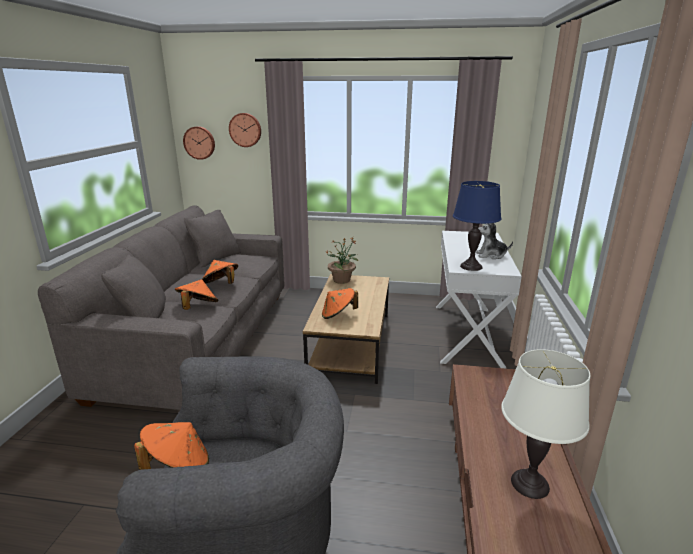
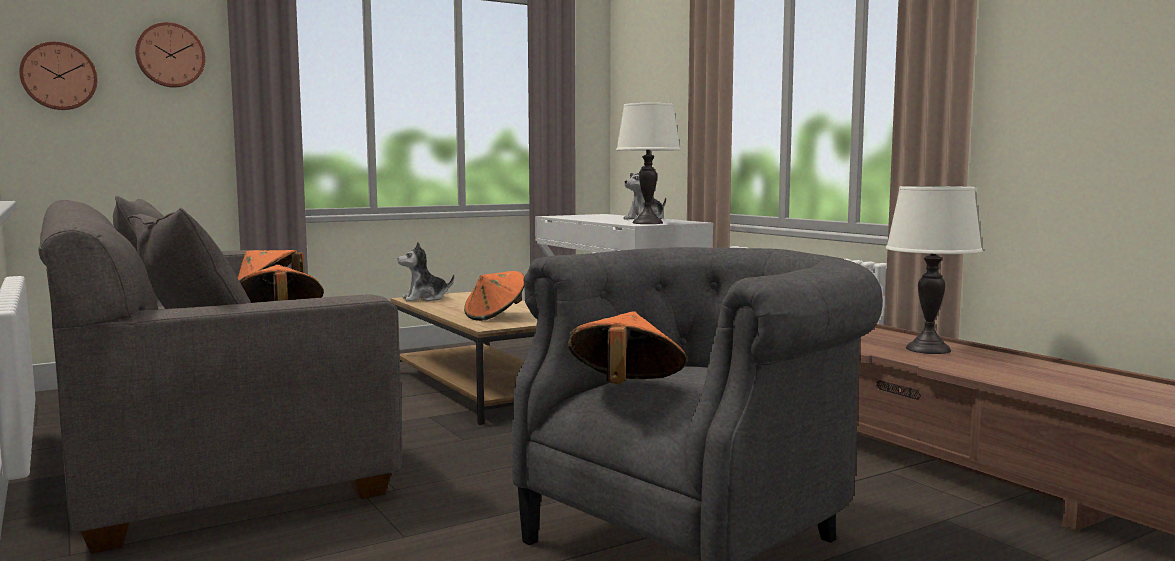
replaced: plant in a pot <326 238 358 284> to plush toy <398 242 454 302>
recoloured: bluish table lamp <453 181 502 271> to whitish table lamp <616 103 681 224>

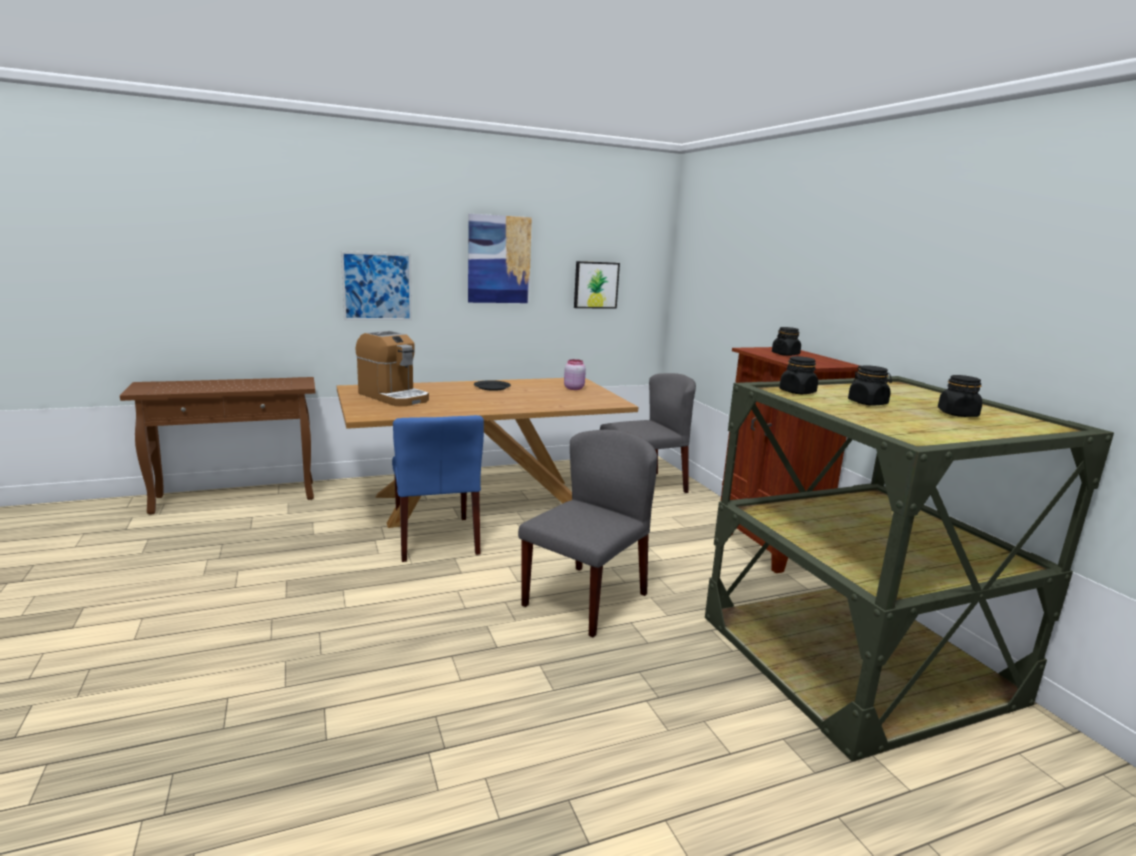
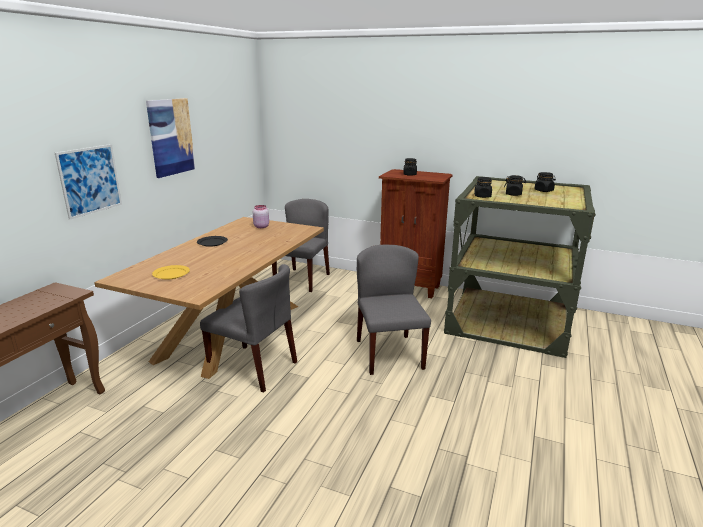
removed: picture <574 261 620 309>
replaced: coffee machine <356 331 429 406> to yellowish dinner plate <152 265 190 280>
recoloured: bluish plain chair <392 415 484 562> to grey plain chair <200 264 297 393>

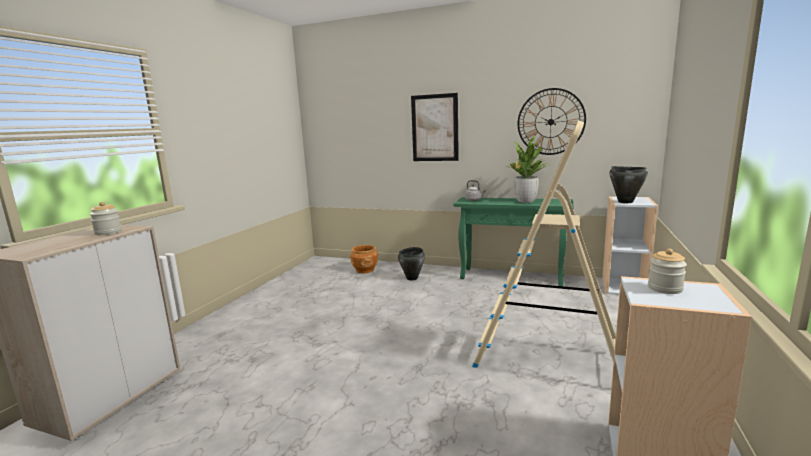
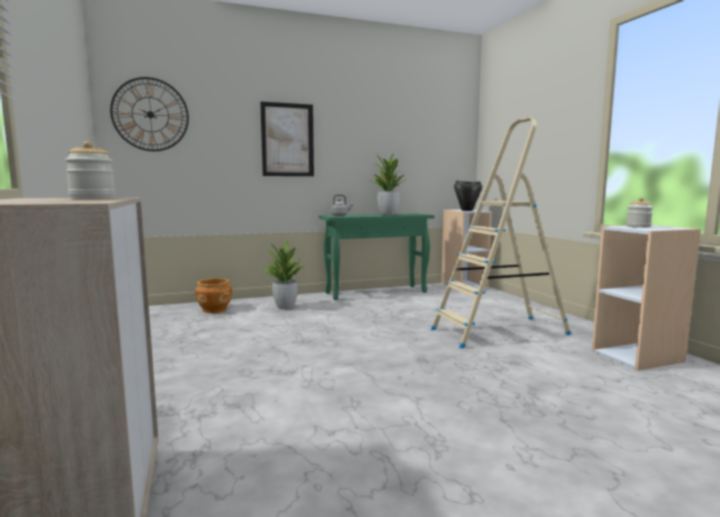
moved: clock on the wall <518 88 586 155> to <110 77 189 151>
replaced: black-coloured saucepot <398 247 425 280> to plant in a pot <261 240 305 309>

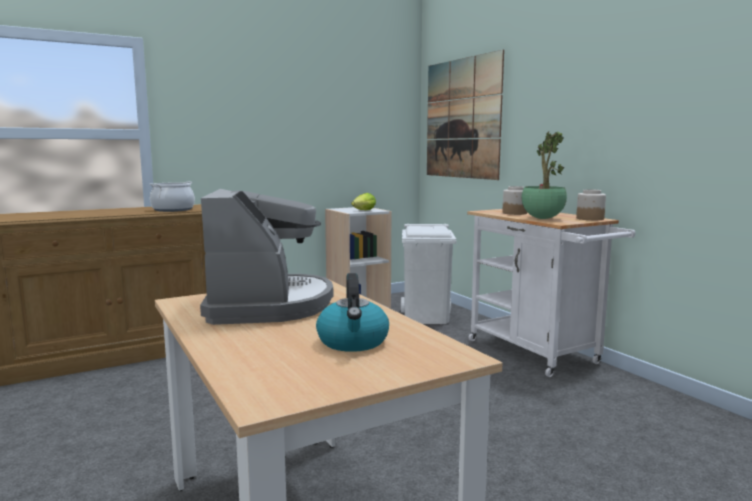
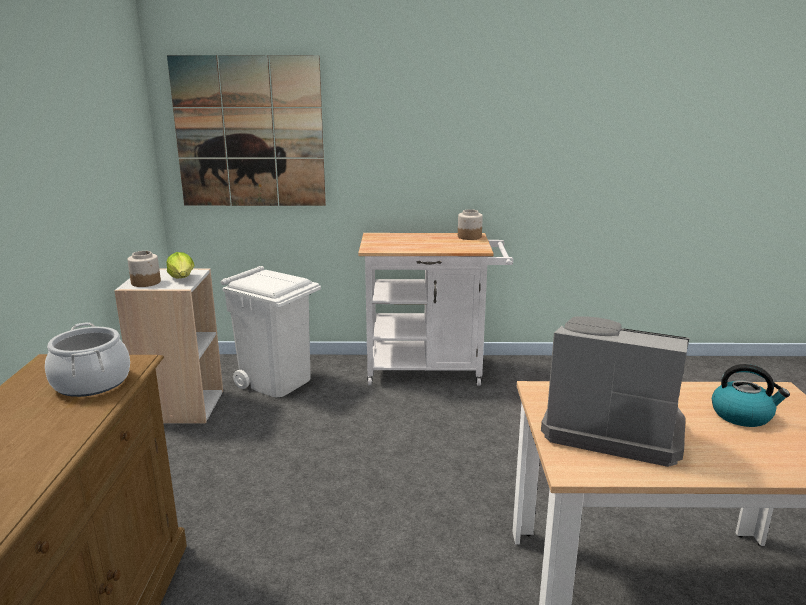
removed: plant in a pot <522 132 567 219>
moved: storage jar <502 186 527 215> to <128 251 161 287>

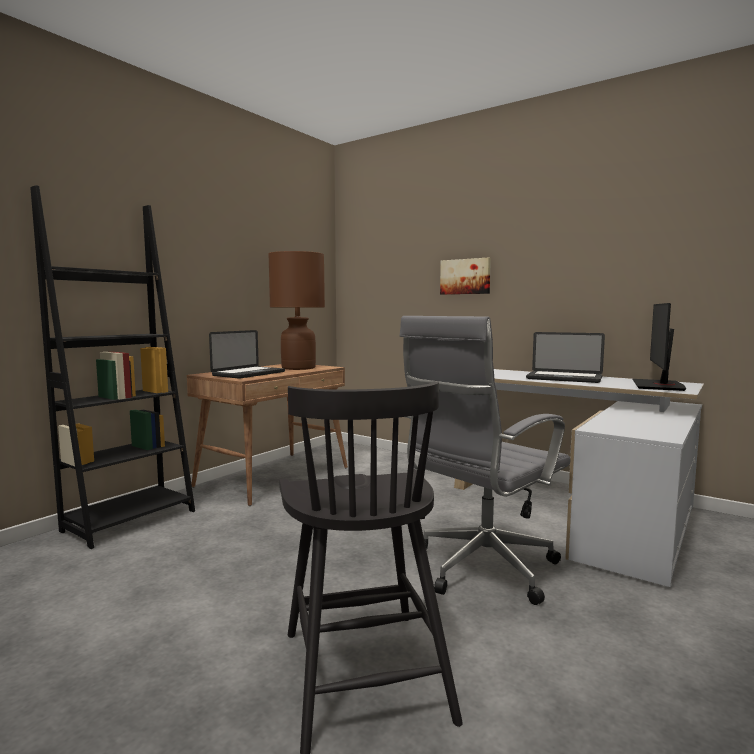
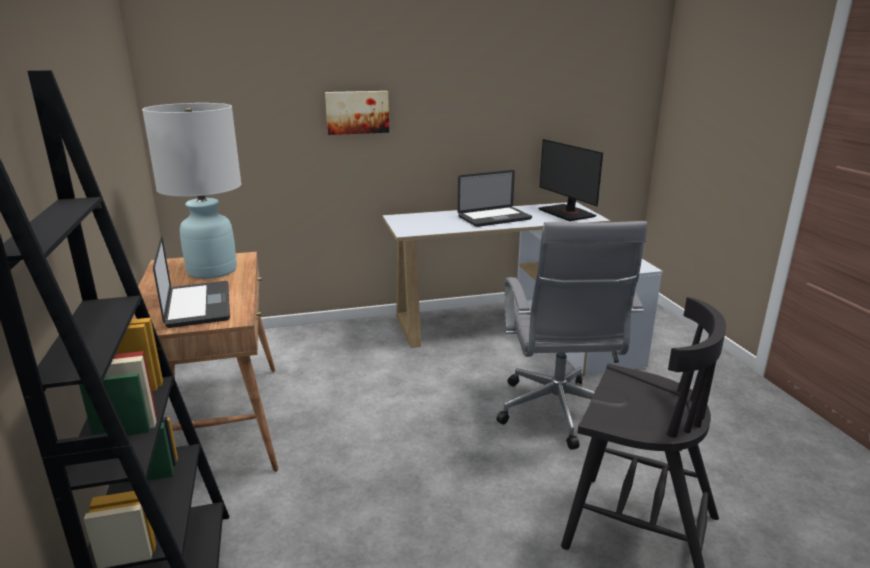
recoloured: brown table lamp <268 251 325 370> to whitish table lamp <142 103 241 279>

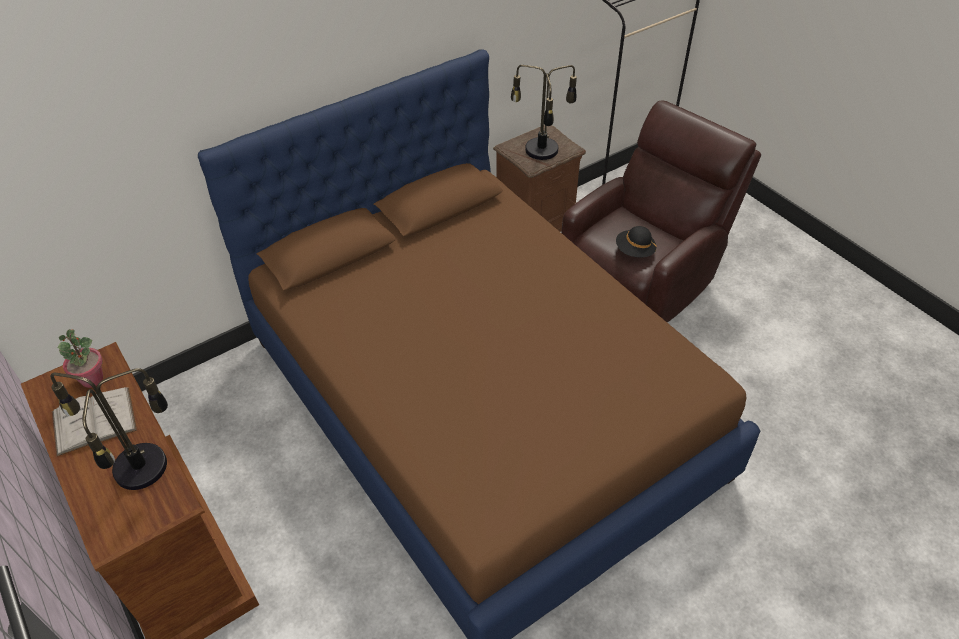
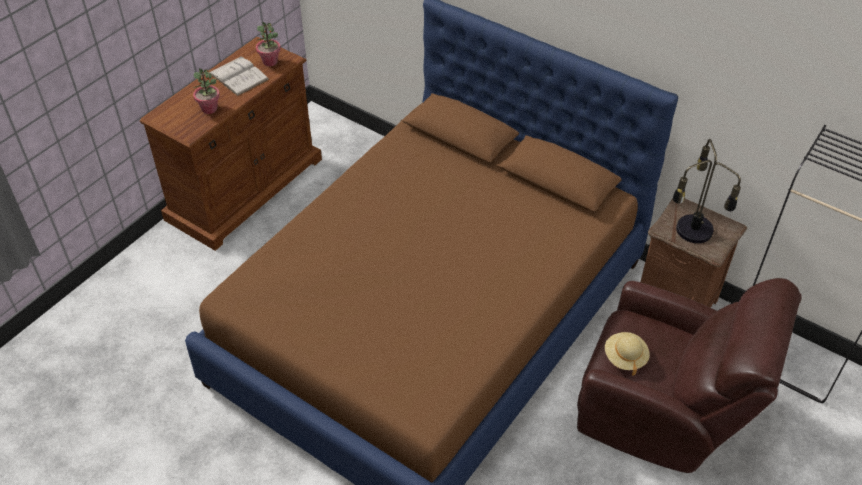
replaced: table lamp <50 368 168 490> to plant in a pot <193 68 220 114>
recoloured: black-coloured hat <616 226 657 257> to beige hat <605 332 650 375>

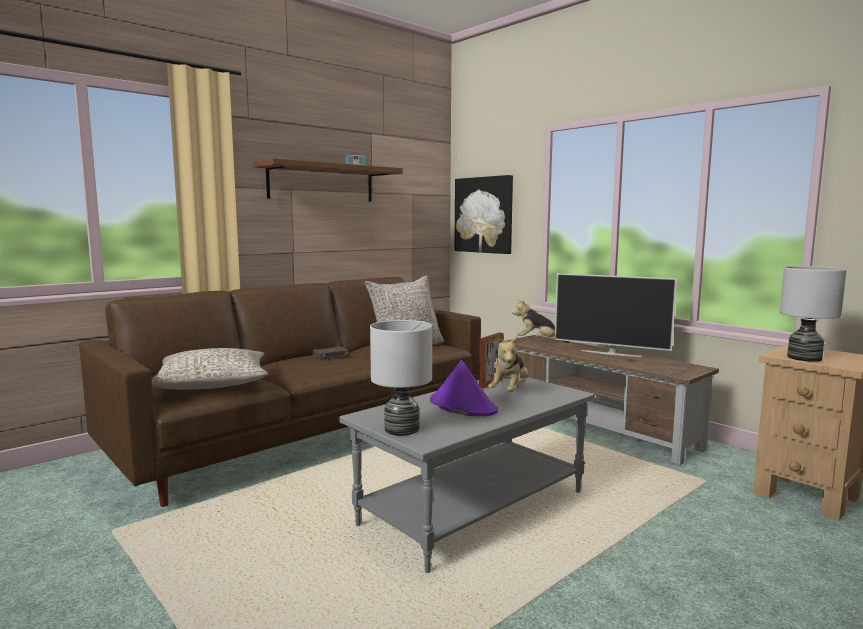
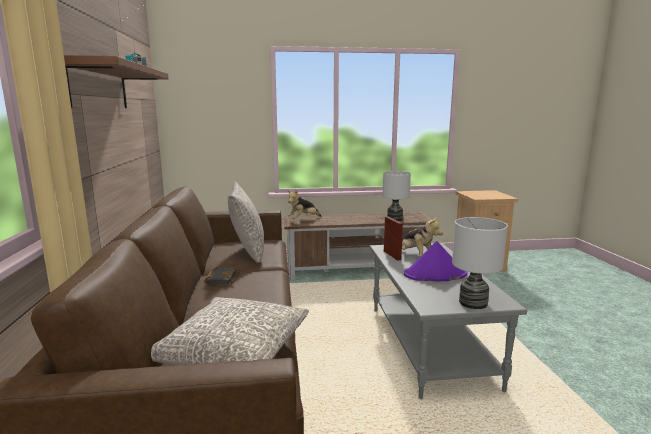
removed: picture <454 175 513 254>; TV <554 273 677 357>
moved: grey table lamp <779 266 847 362> to <383 171 411 221>

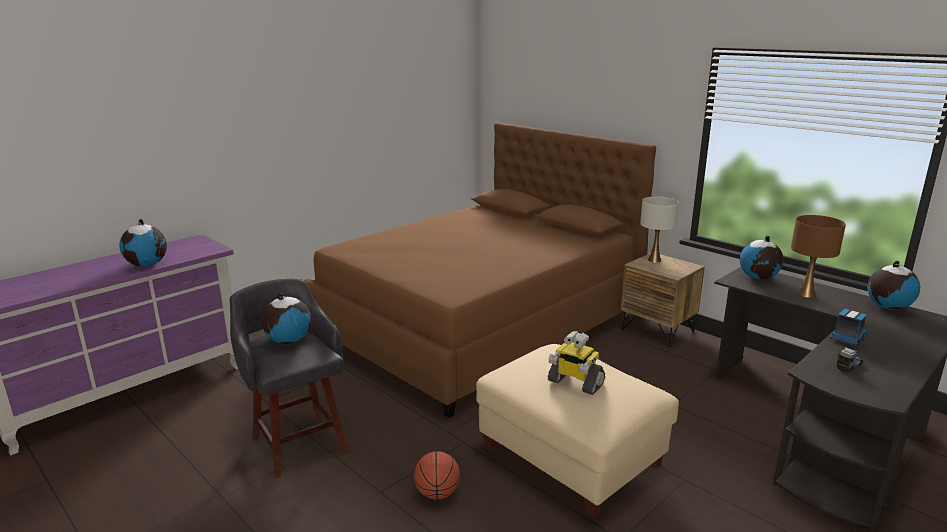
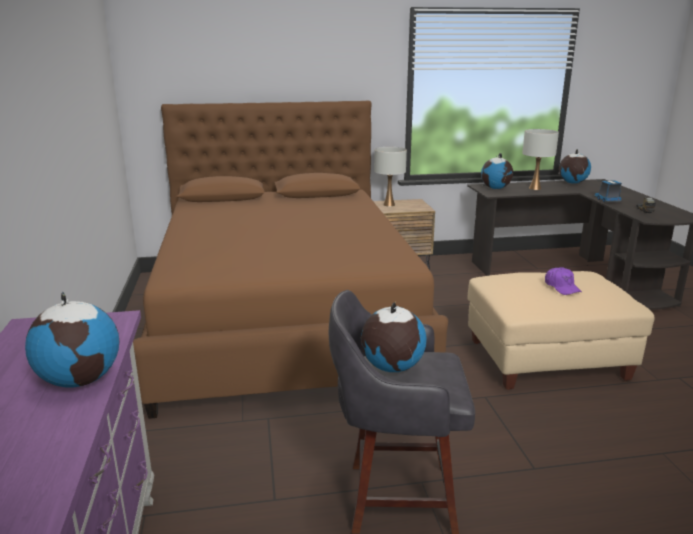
removed: ball for basketball <414 451 460 500>
replaced: model robot <548 331 605 395> to purple cap <545 267 582 295>
recoloured: brown table lamp <791 215 846 298> to whitish table lamp <522 129 559 190>

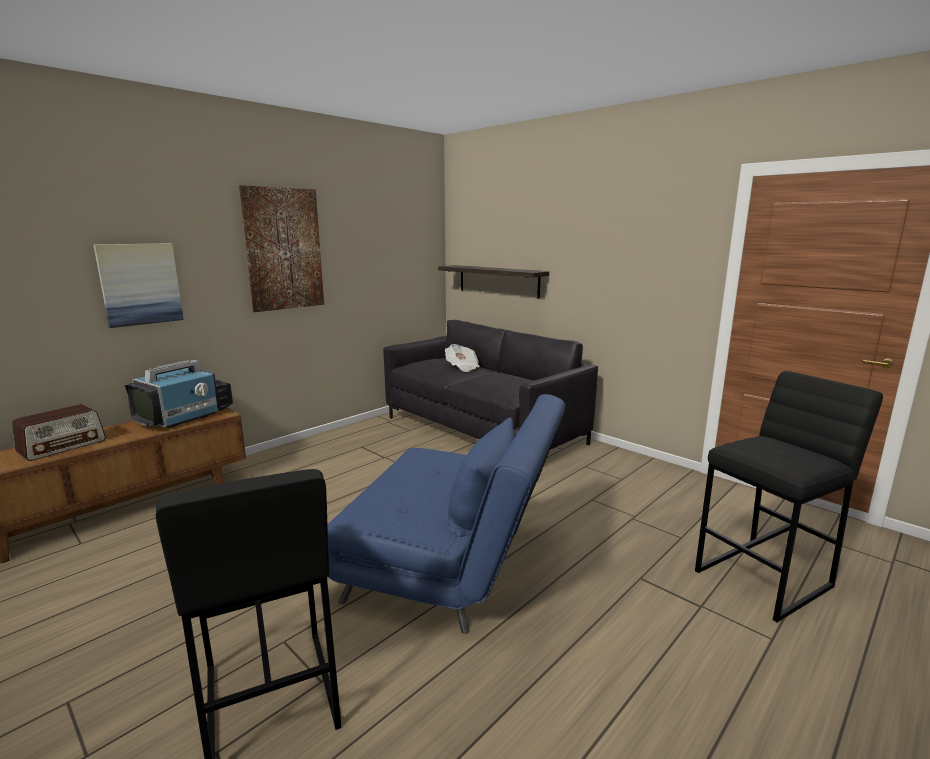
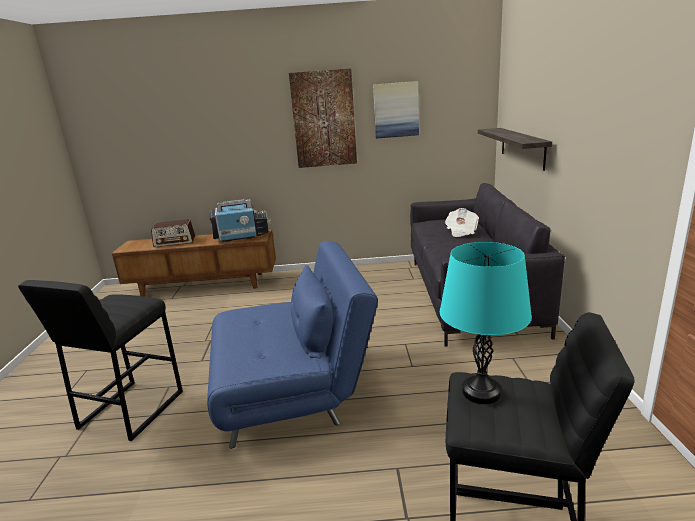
added: blue-green table lamp <440 242 532 404>
moved: picture <93 243 184 328> to <373 81 419 138>
turned: bluish armchair <327 394 565 634> = <207 241 378 448> 75 degrees counterclockwise

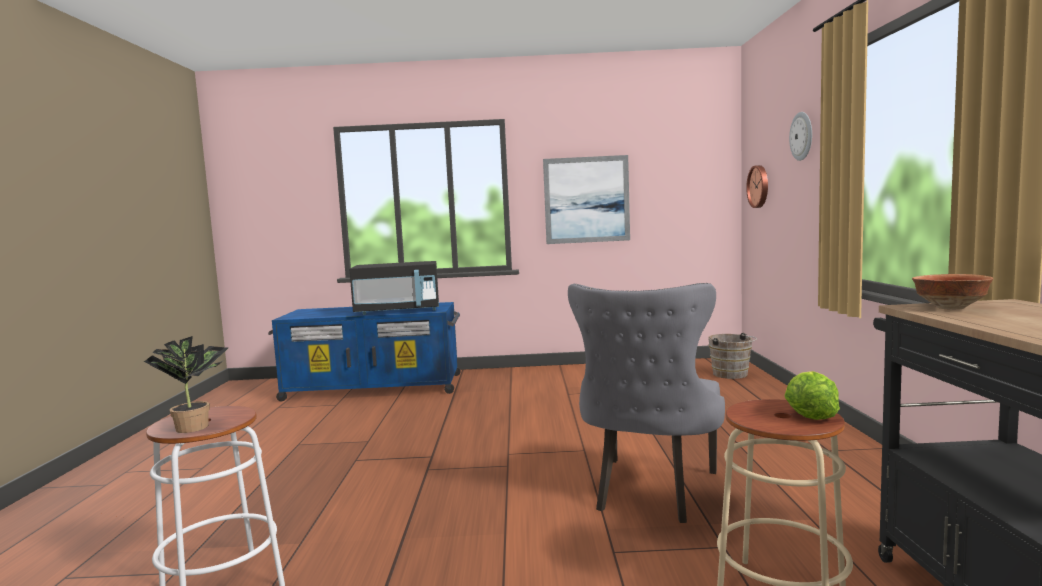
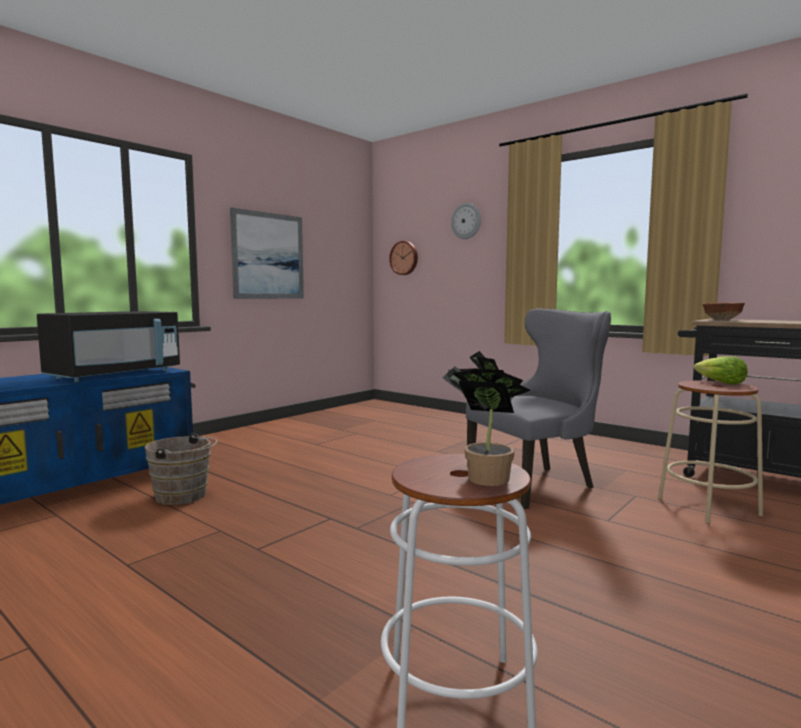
moved: brown pail <708 333 757 379> to <145 433 217 505>
turned: grey plain chair <568 283 725 523> = <466 308 611 509> 90 degrees counterclockwise

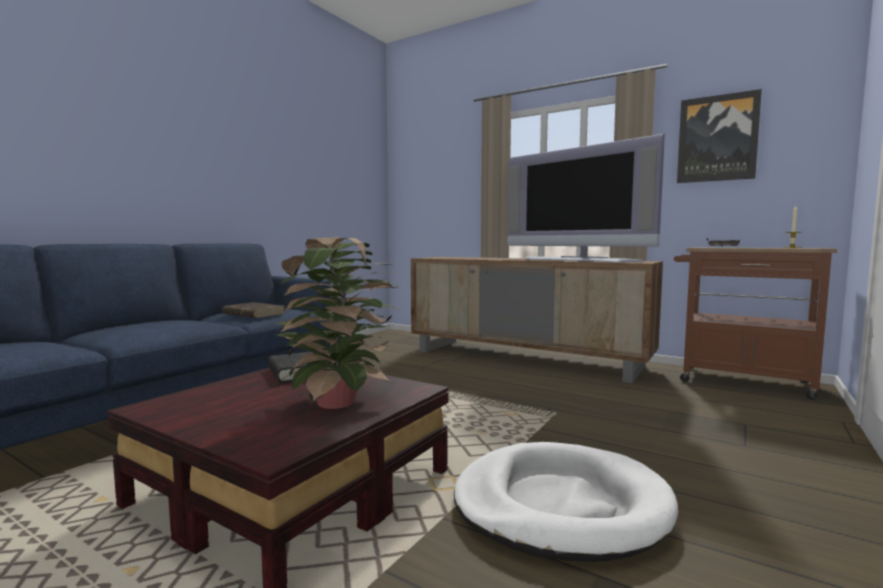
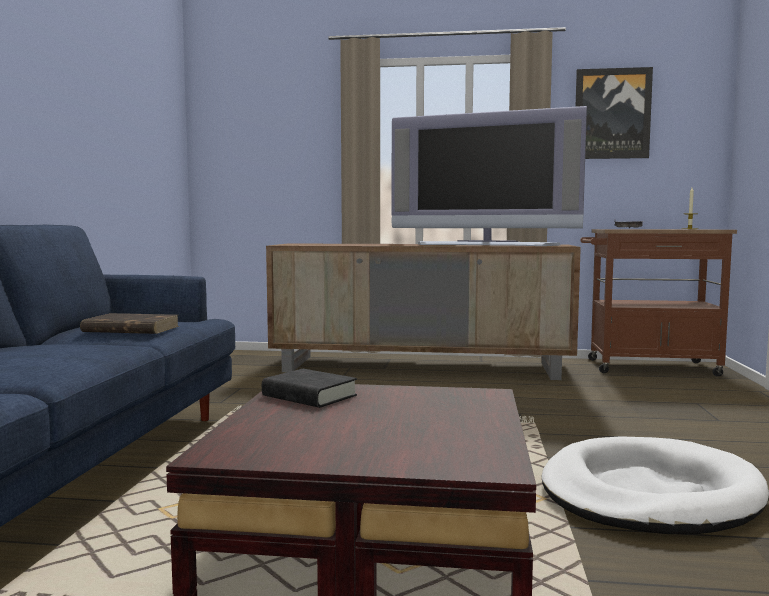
removed: plant in a pot <276 237 399 409>

